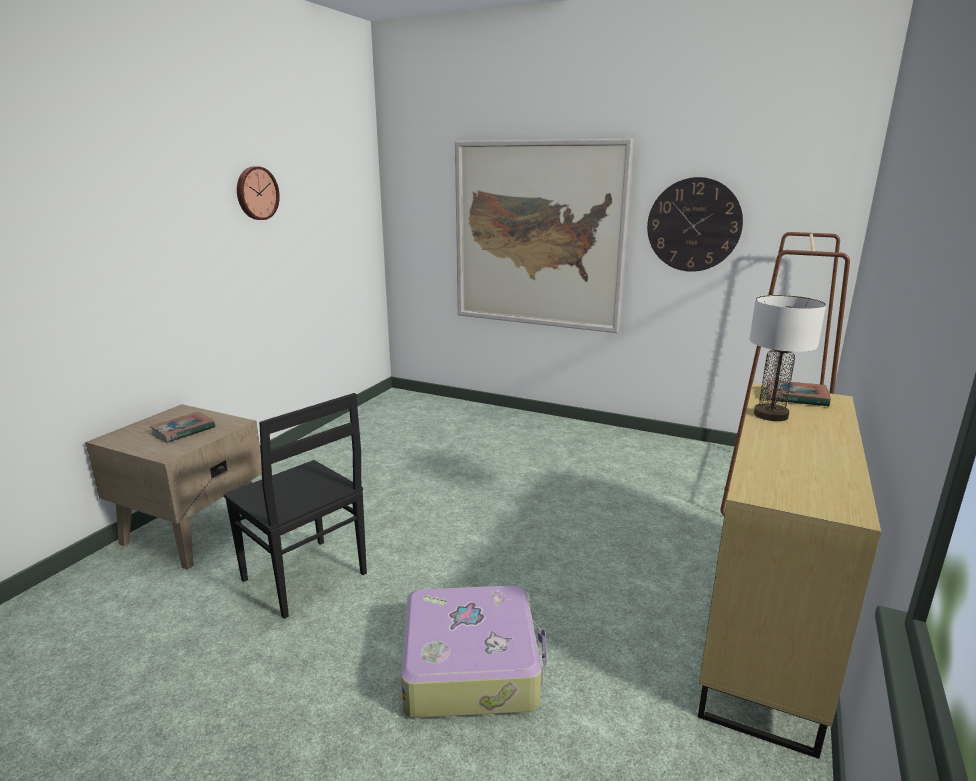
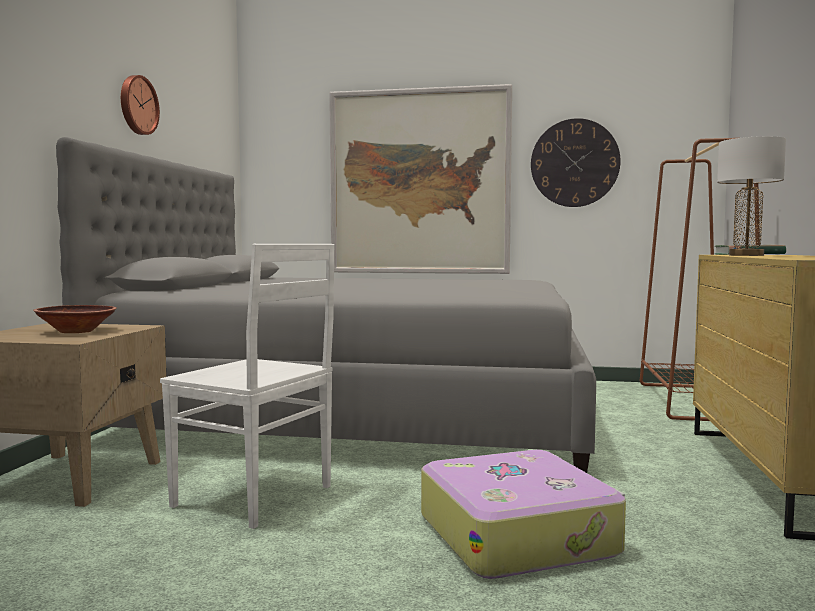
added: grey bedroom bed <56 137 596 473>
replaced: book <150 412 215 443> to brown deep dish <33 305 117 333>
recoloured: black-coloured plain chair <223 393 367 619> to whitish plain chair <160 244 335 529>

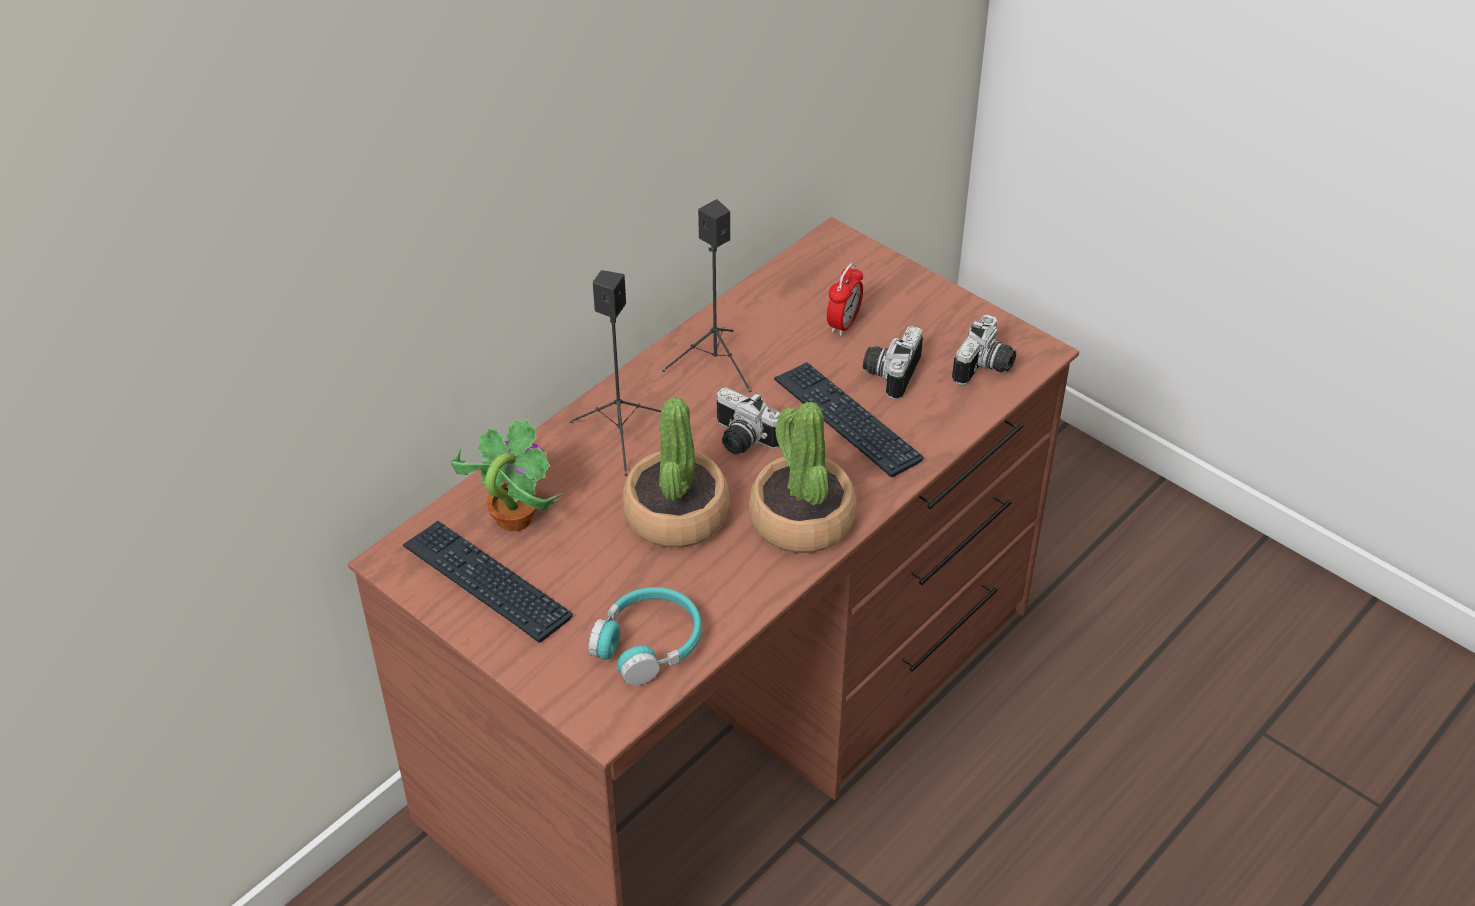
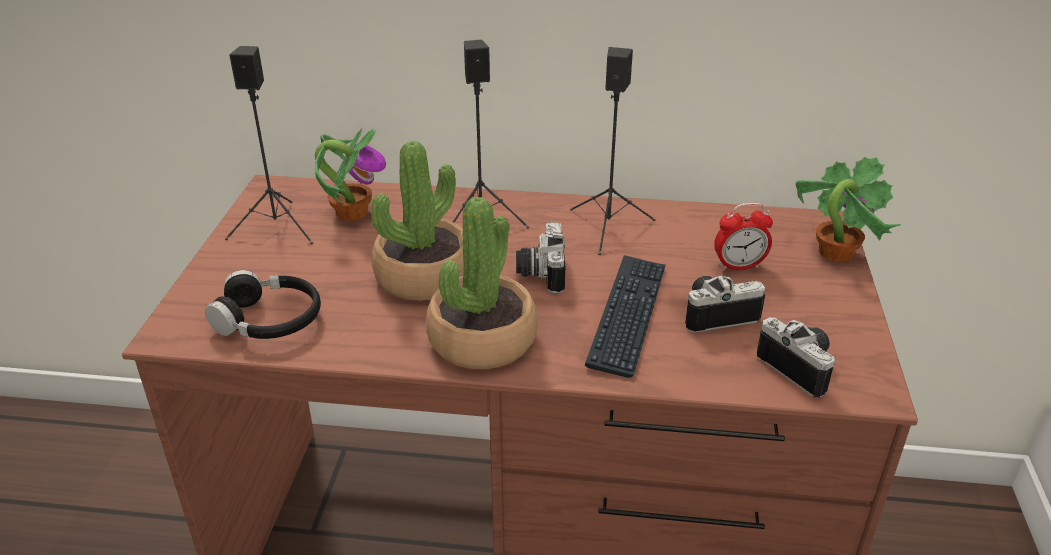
added: plant in a pot <795 156 901 262>
replaced: keyboard <403 521 573 643> to black-coloured loudspeaker <225 46 313 244>
recoloured: blue-green headphones <588 587 702 685> to black-coloured headphones <205 270 321 339>
turned: photo camera <952 315 1016 385> = <757 317 836 398> 120 degrees counterclockwise

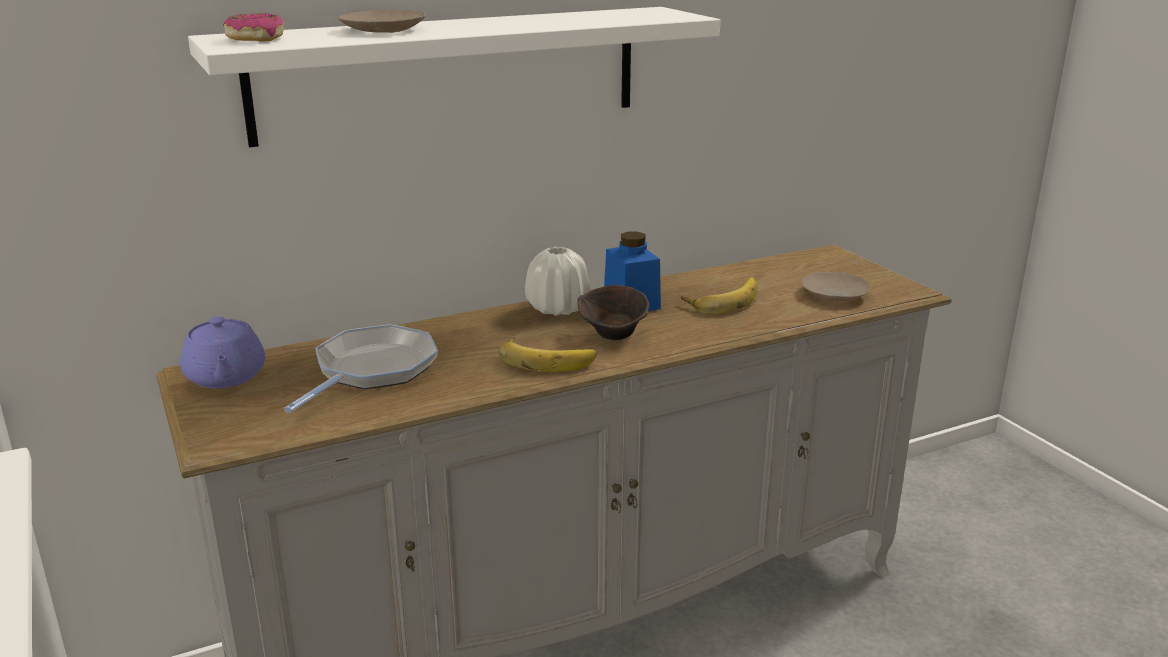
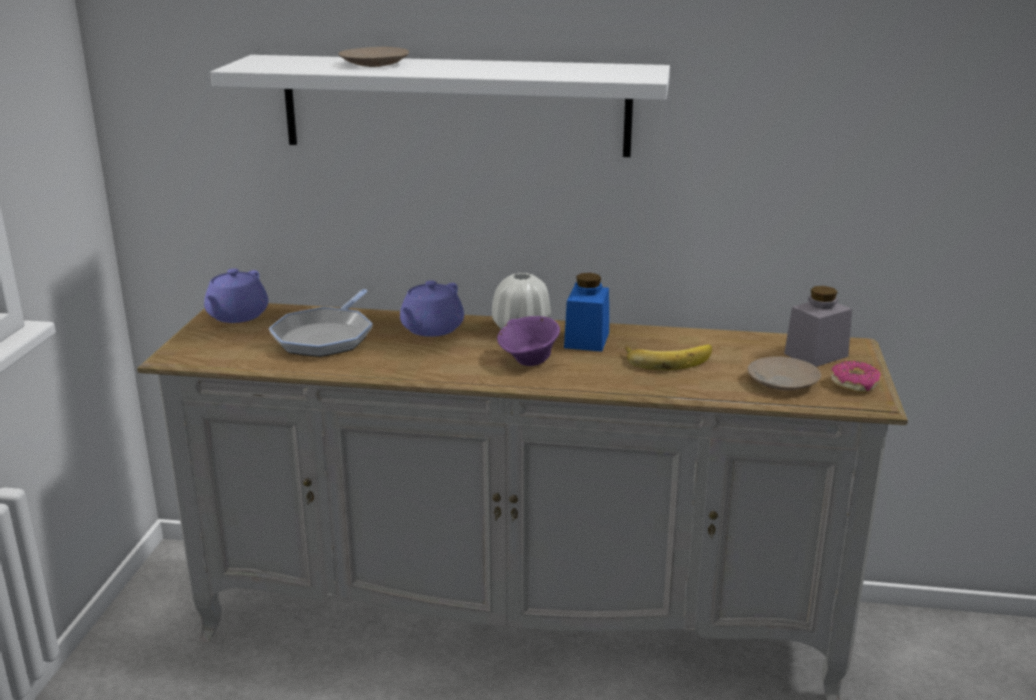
removed: banana <499 335 597 372>
added: purple teapot <400 280 464 337>; grey storage jar <784 286 852 367>
moved: ring doughnut <223 13 284 42> to <831 361 881 393>
recoloured: brown deep dish <578 285 649 340> to purple deep dish <497 316 560 366>
turned: skillet <284 324 438 413> = <269 289 373 357> 135 degrees clockwise

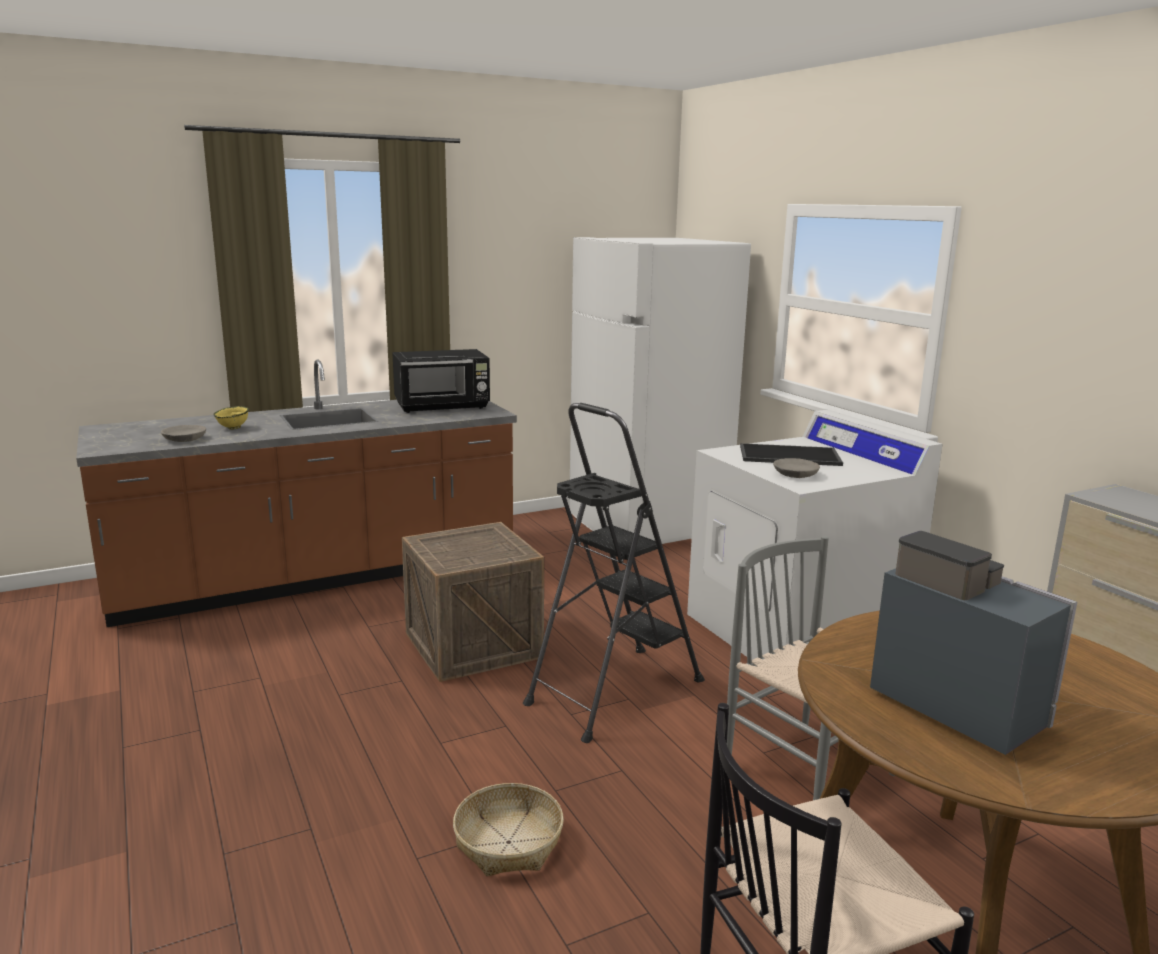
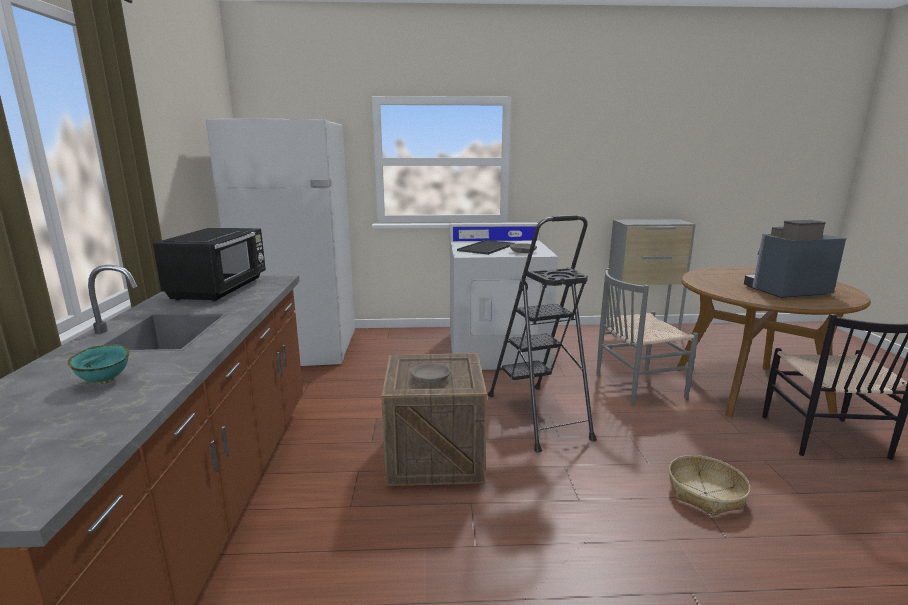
moved: grey deep dish <161 425 206 442> to <411 363 451 384>
recoloured: yellowish deep dish <213 406 249 430> to blue-green deep dish <68 344 130 384>

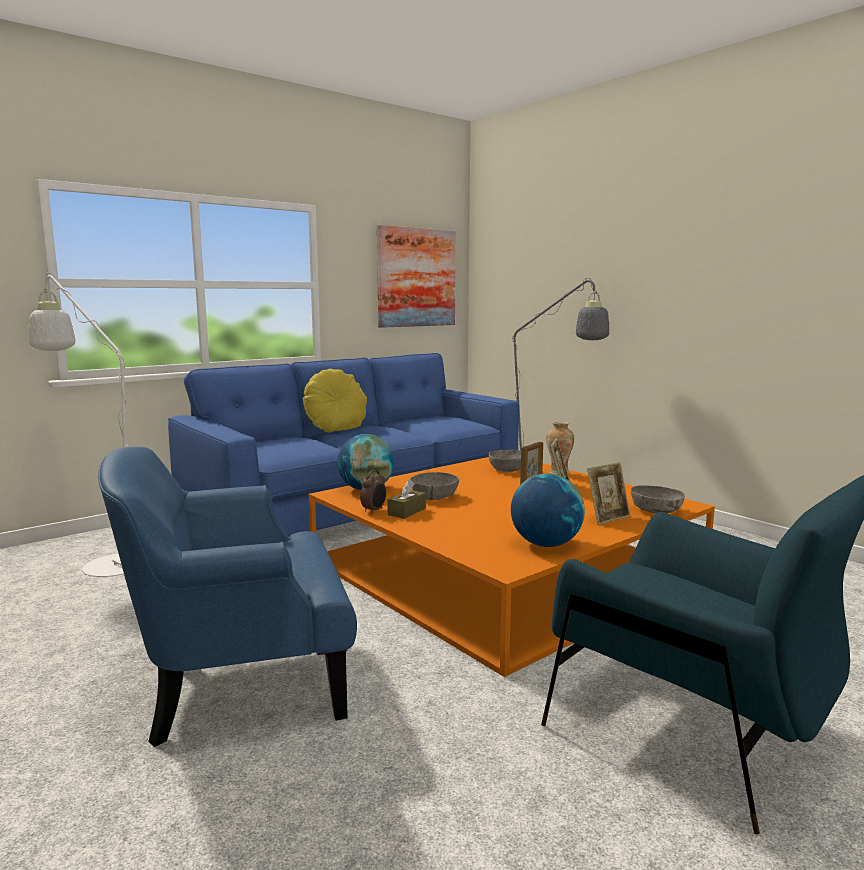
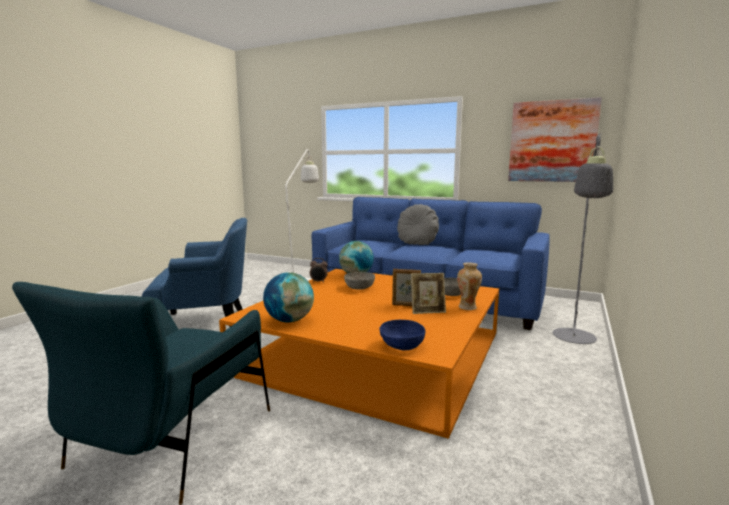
removed: picture frame <587 462 631 525>; brown box of tissues <387 480 426 519>
recoloured: yellowish throw pillow <303 369 367 433> to grey throw pillow <397 204 439 245>; grey deep dish <631 485 685 513> to bluish deep dish <379 320 426 350>
turned: bluish armchair <98 447 357 747> = <142 218 247 327> 120 degrees clockwise

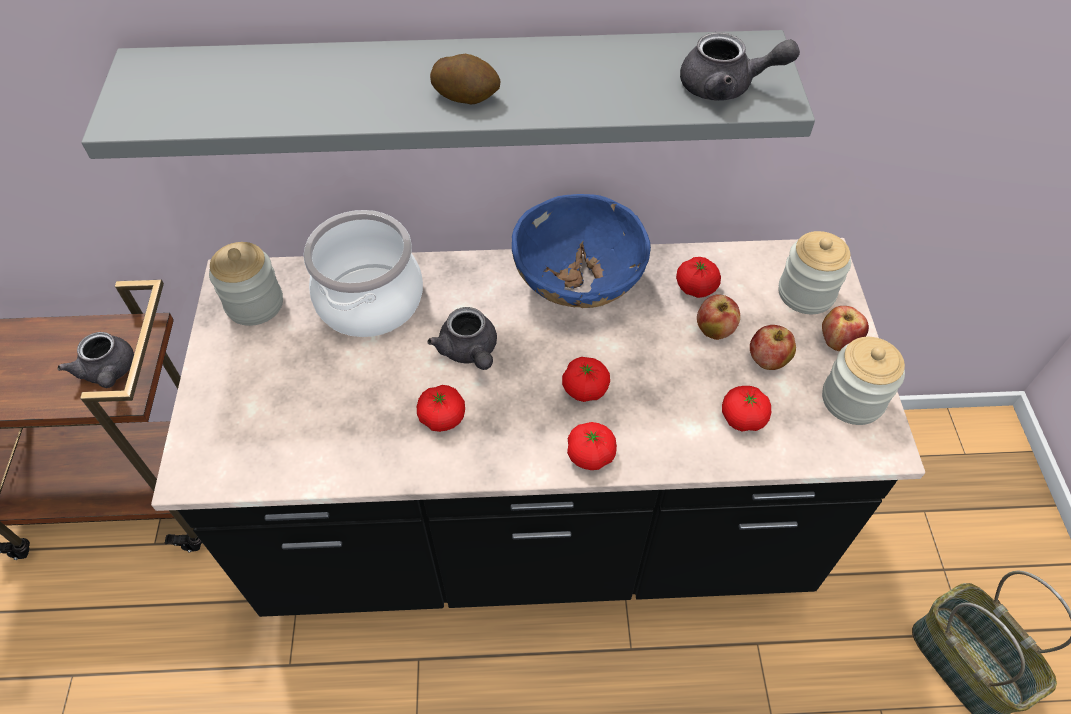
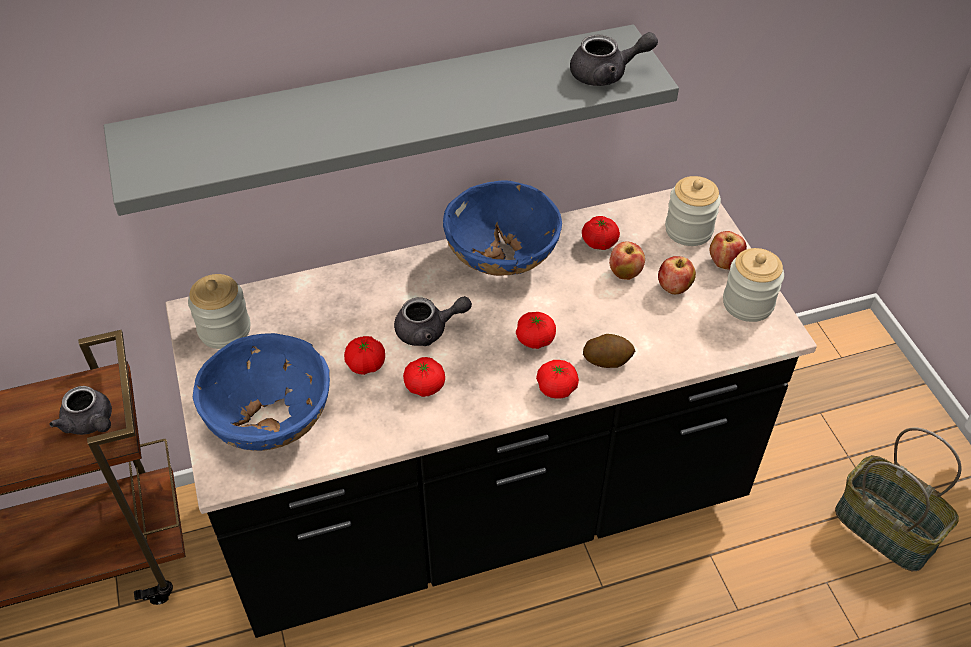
removed: saucepot <303 210 423 337>
added: bluish deep dish <193 333 330 451>
moved: whole potato <430 54 501 104> to <583 334 635 368>; tomato <722 386 771 431> to <344 336 385 375>
turned: grey teapot <428 307 497 370> = <394 296 472 346> 60 degrees counterclockwise

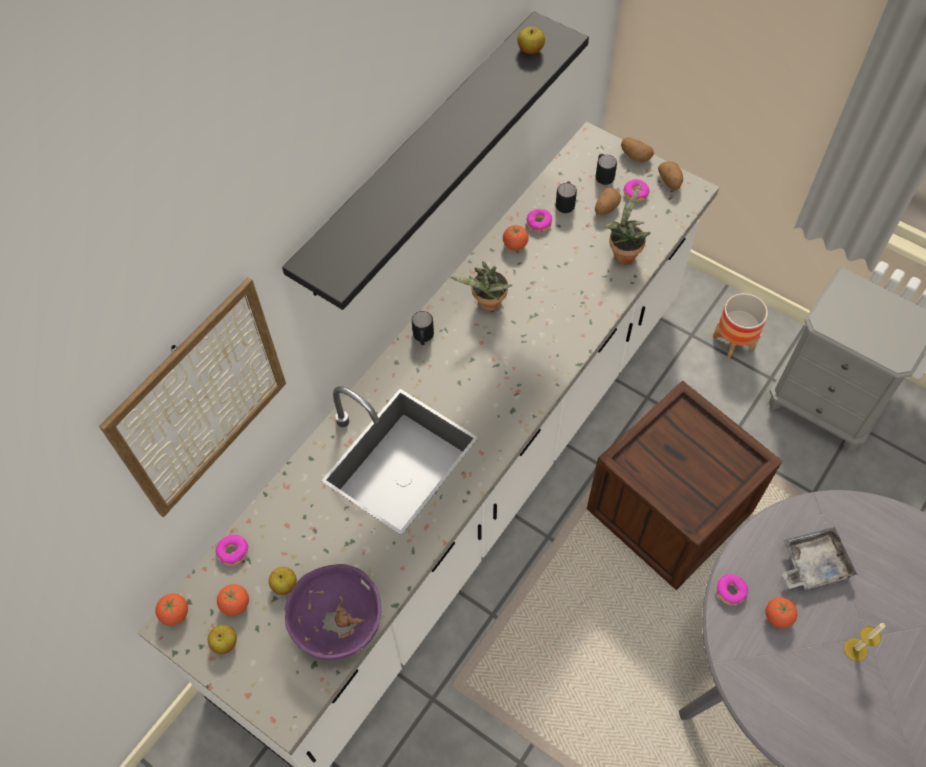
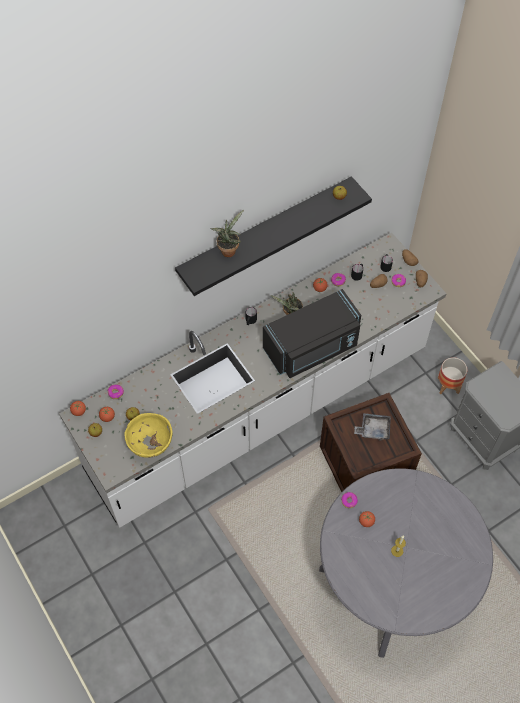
removed: picture <99 277 286 517>
added: black-coloured kitchen microwave <263 289 361 378>
moved: plant in a pot <604 183 651 264> to <210 210 244 257>; grey carrying tray <782 527 858 590> to <354 413 391 441>
recoloured: purple deep dish <284 564 381 661> to yellowish deep dish <124 413 173 458>

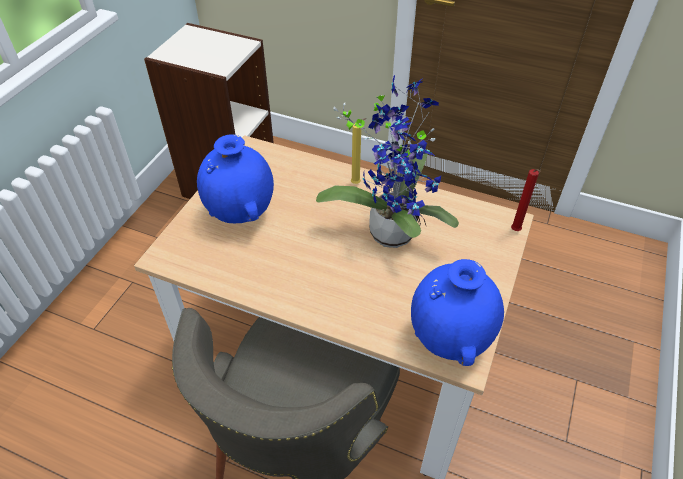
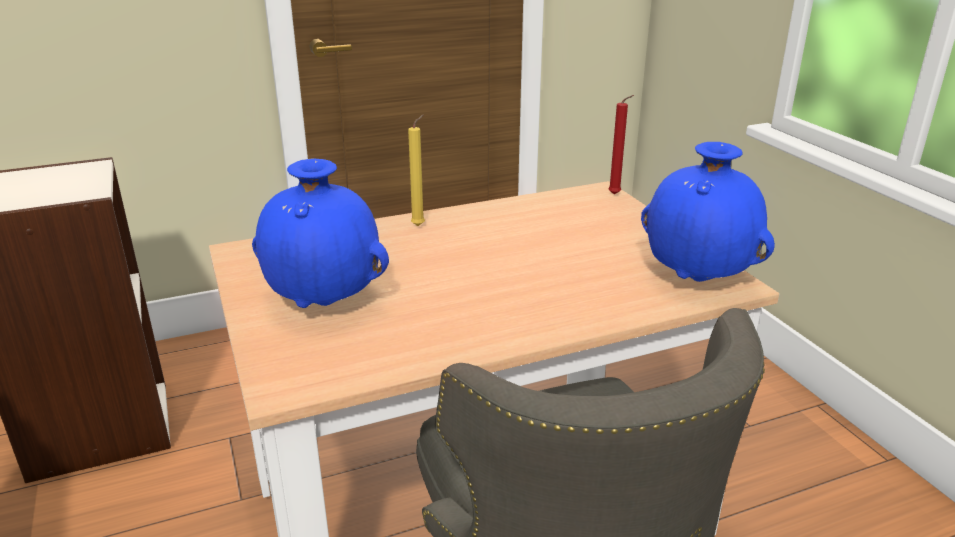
removed: plant in a pot <316 75 459 248>

